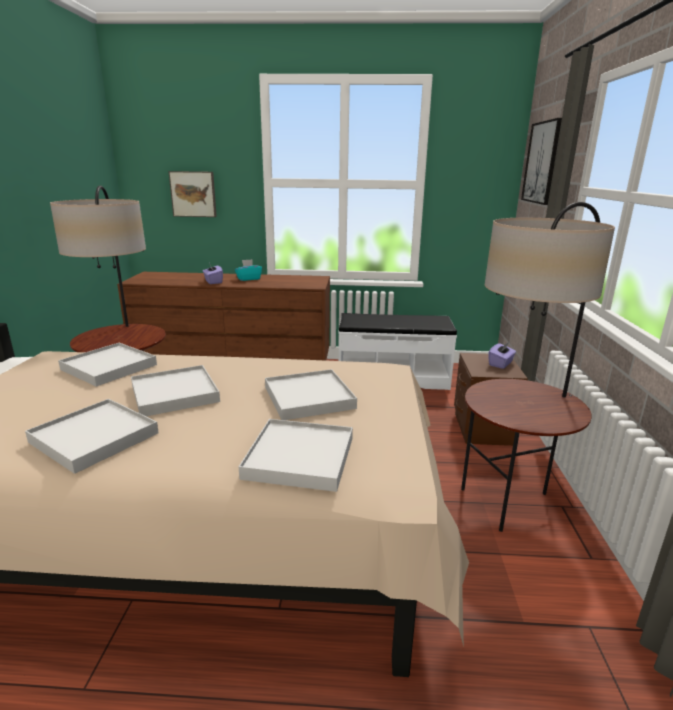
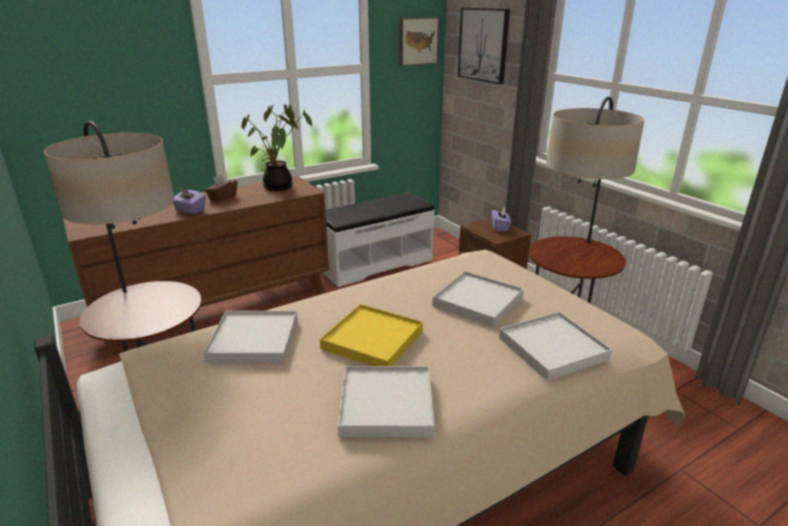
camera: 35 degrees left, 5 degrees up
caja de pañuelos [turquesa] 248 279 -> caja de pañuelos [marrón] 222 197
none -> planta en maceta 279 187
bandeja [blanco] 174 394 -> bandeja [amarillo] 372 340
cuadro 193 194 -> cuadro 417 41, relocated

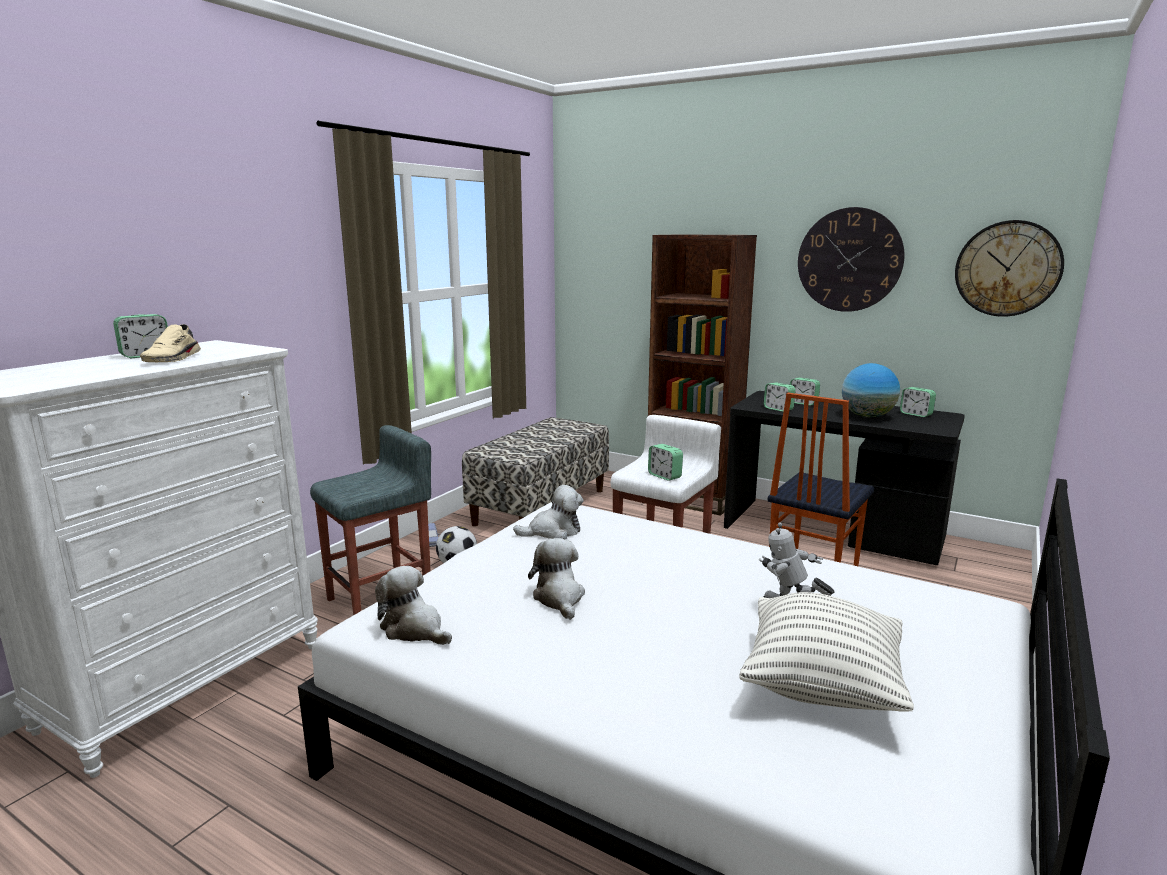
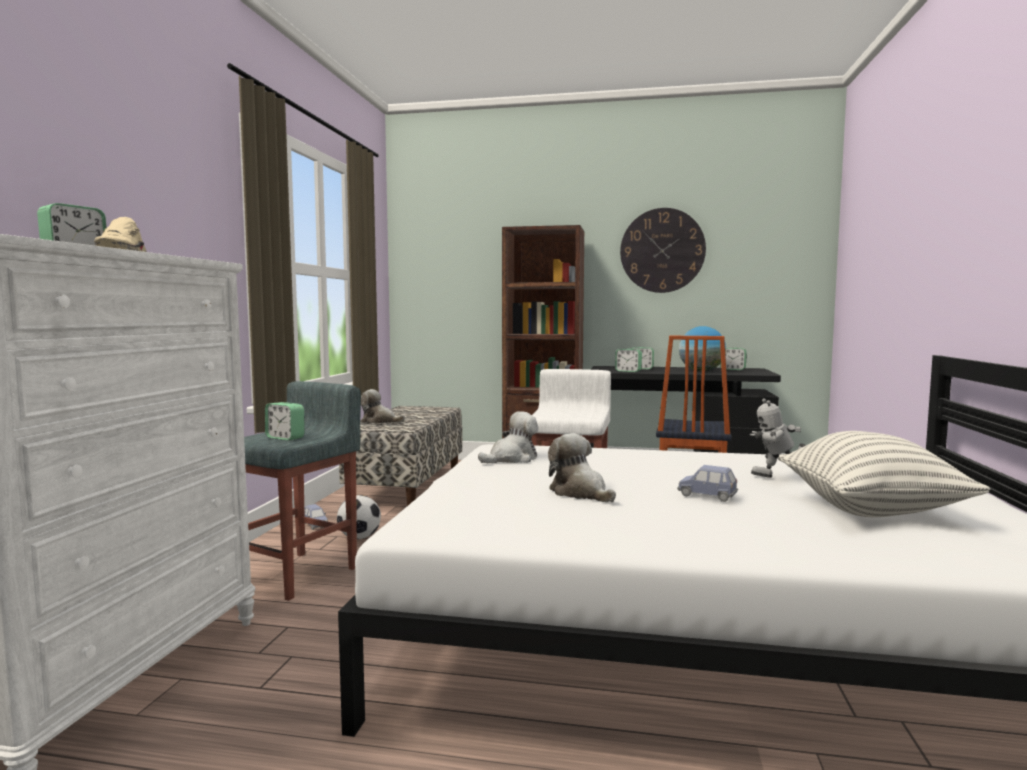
camera: 20 degrees left, 10 degrees down
despertador 664 476 -> despertador 285 438, relocated
peluche 414 629 -> peluche 379 421, relocated
none -> coche de juguete [azul] 707 496
reloj de pared 1007 268 -> none

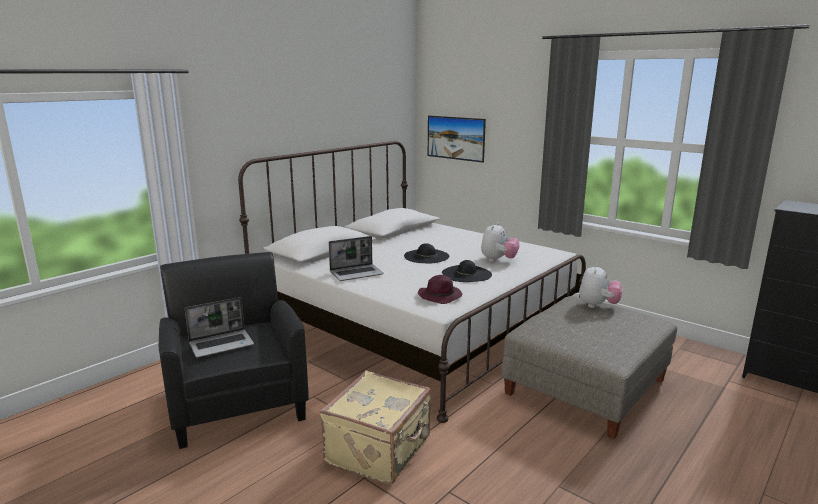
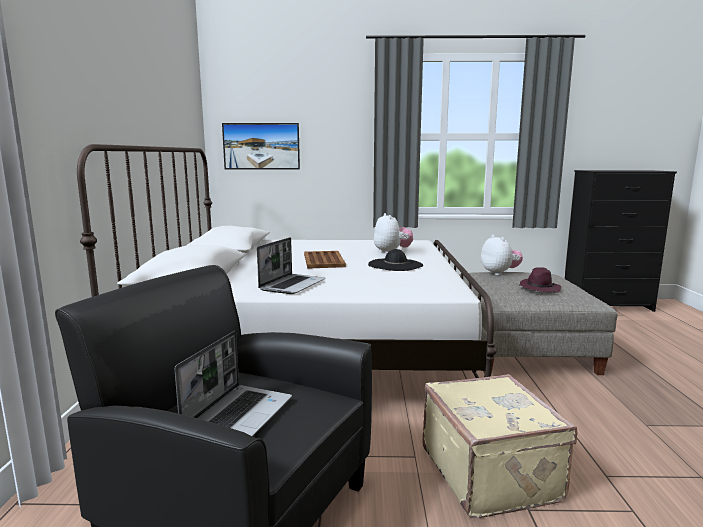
camera: 40 degrees left, 5 degrees down
sombrero [negro] 426 256 -> bandeja [marrón] 323 260
sombrero [morado] 440 296 -> sombrero [morado] 539 288, relocated

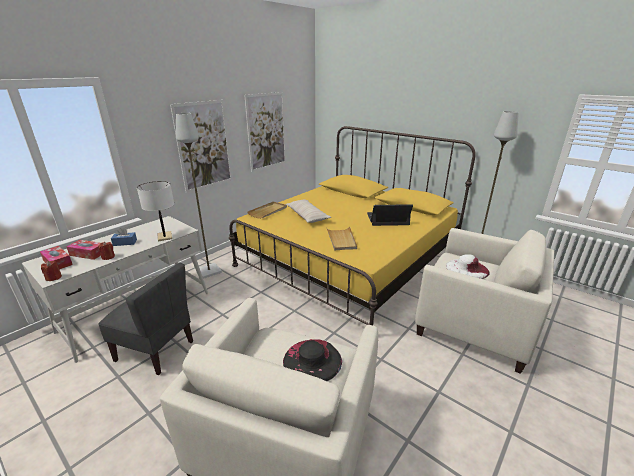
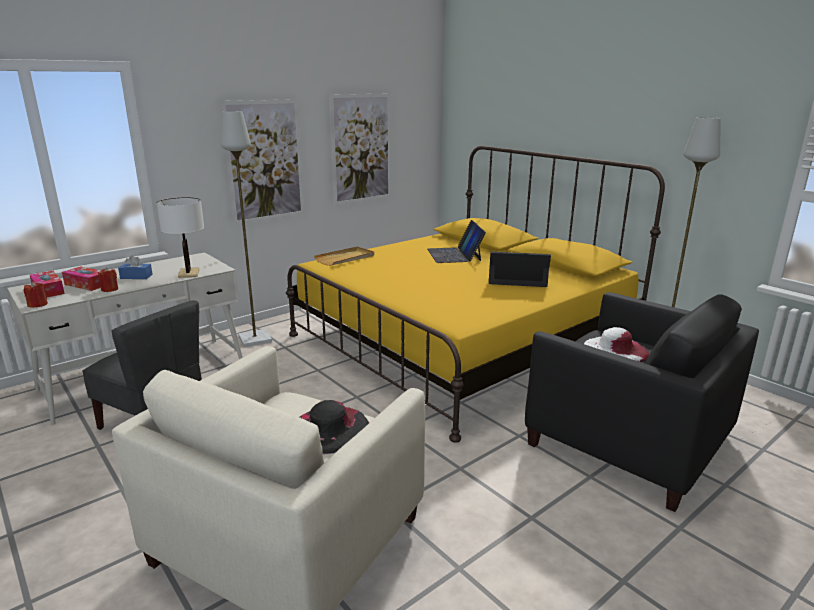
camera: 10 degrees right, 5 degrees down
none -> portátil 454 255
sillón [beis] 474 323 -> sillón [negro] 627 440
cojín [beis] 307 216 -> none
bandeja [beis] 341 240 -> none

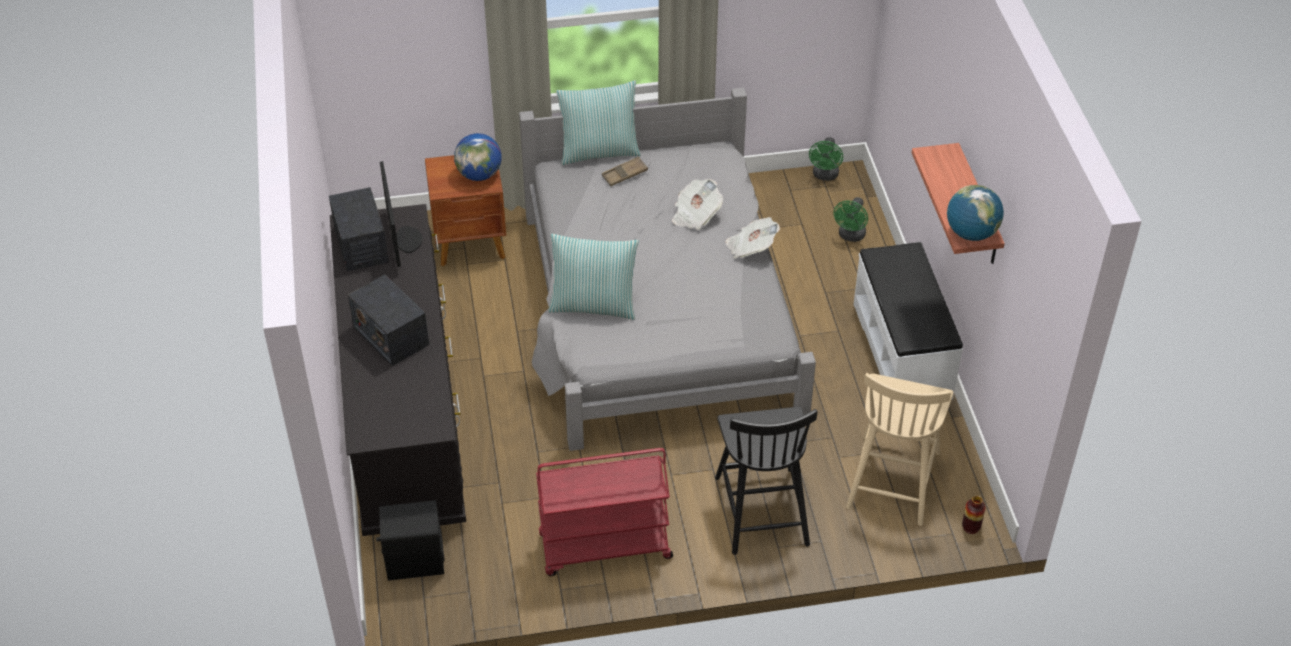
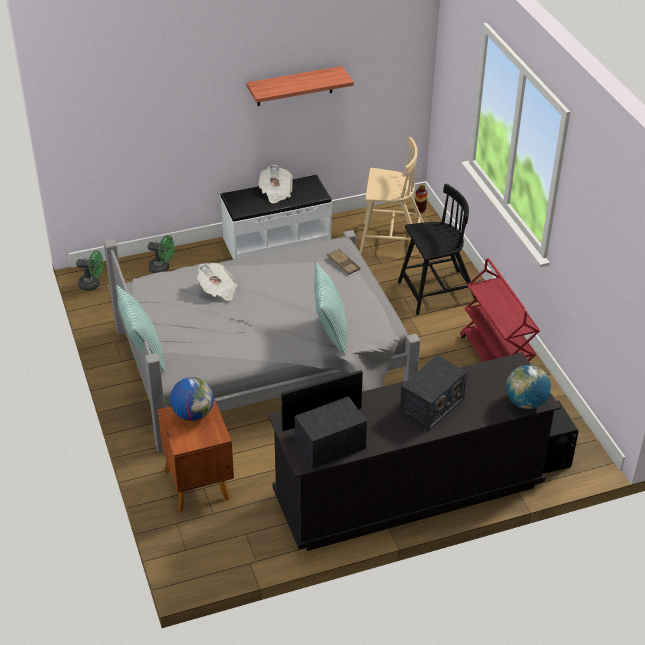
camera: 100 degrees left, 5 degrees down
periódico 751 247 -> periódico 275 192, relocated
bandeja [marrón] 624 174 -> bandeja [marrón] 343 264, relocated
globo terráqueo 971 233 -> globo terráqueo 525 403, relocated

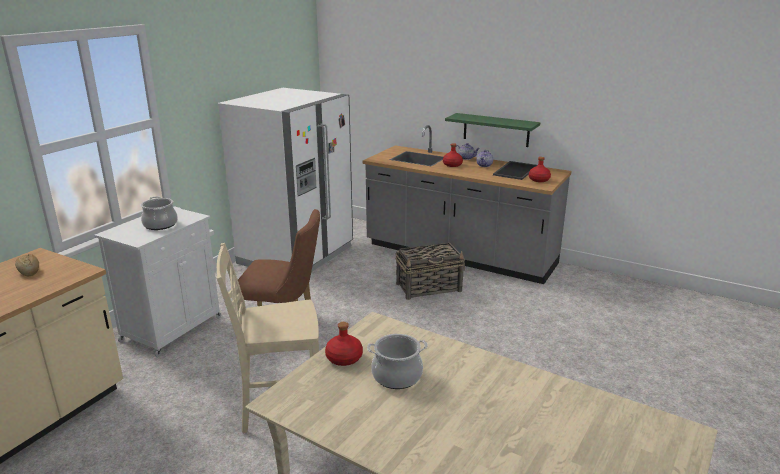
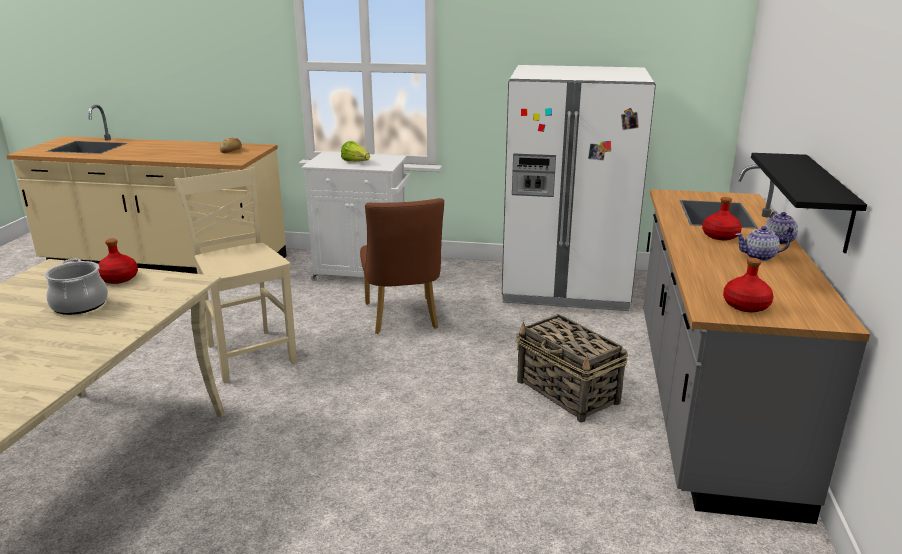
camera: 70 degrees right, 0 degrees up
olla 160 225 -> lechuga 355 162
estante [verde] 496 130 -> estante [negro] 828 202
bandeja 515 170 -> none

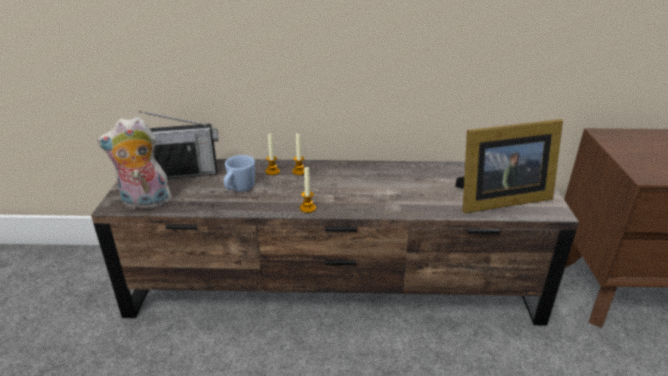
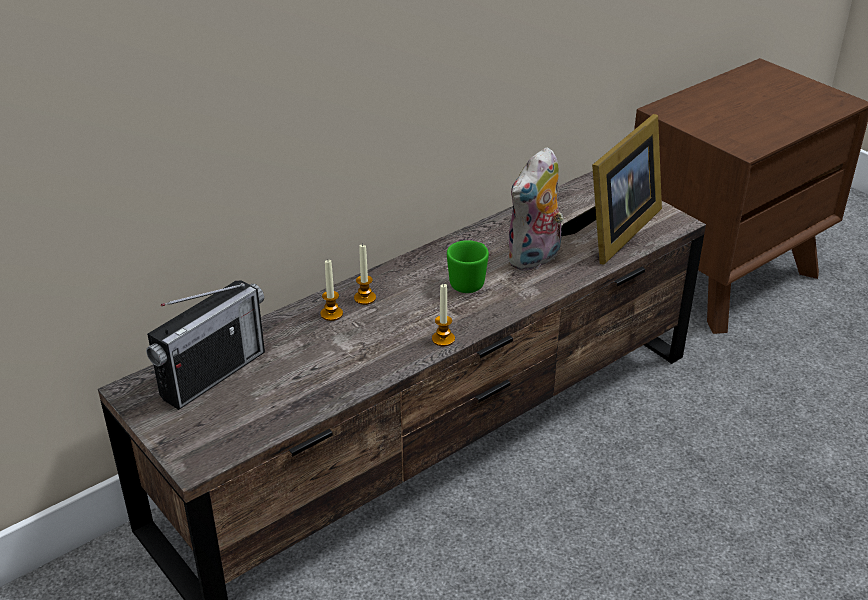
camera: 40 degrees left, 5 degrees up
none -> taza grande [verde] 470 282
peluche 145 203 -> peluche 535 259, relocated
taza grande [azul] 239 189 -> none

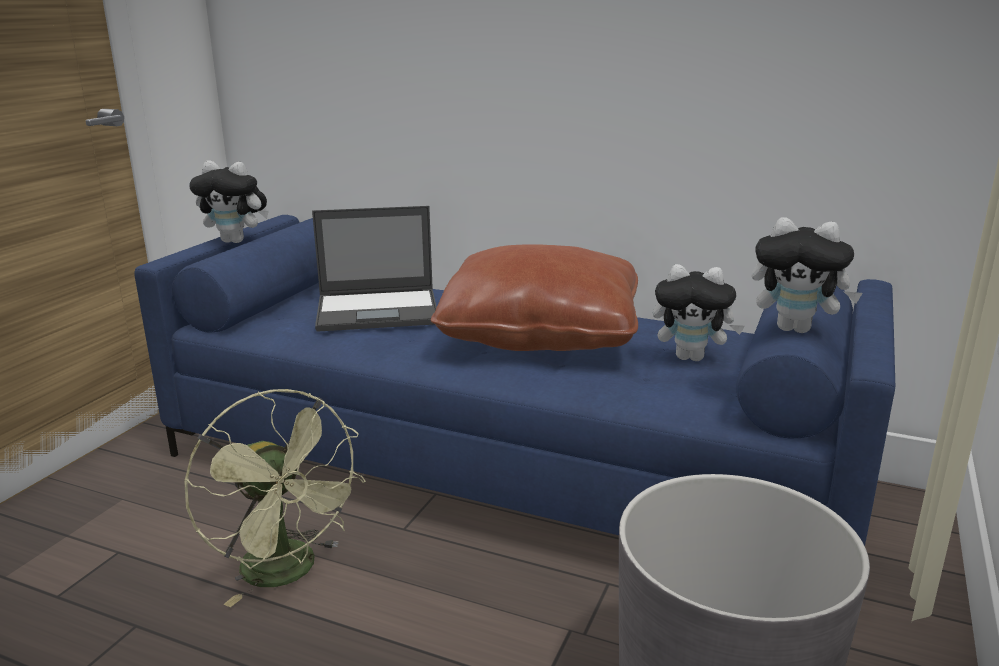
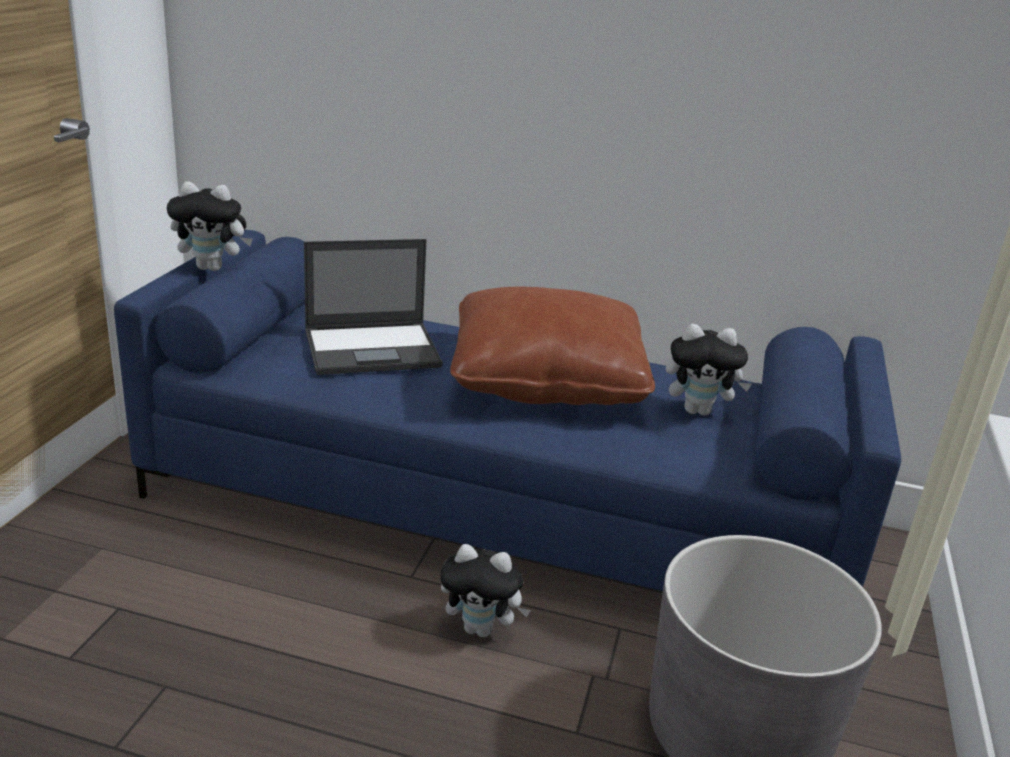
camera: 10 degrees left, 5 degrees up
peluche 796 329 -> peluche 481 629, relocated
ventilador [verde] 289 572 -> none

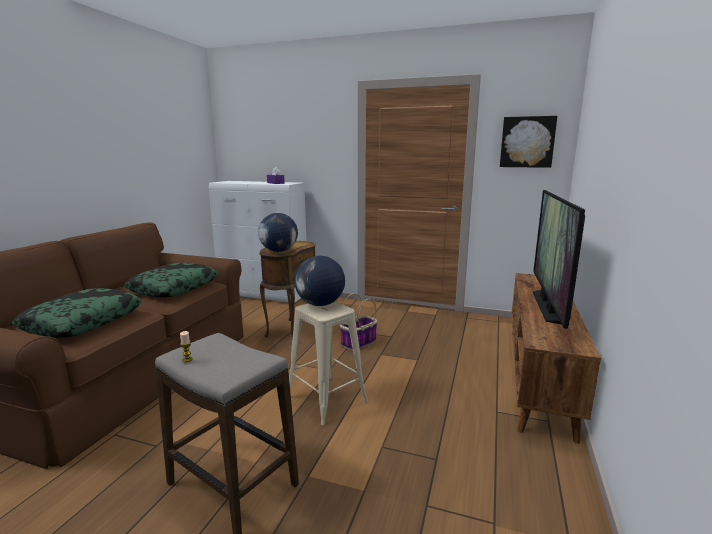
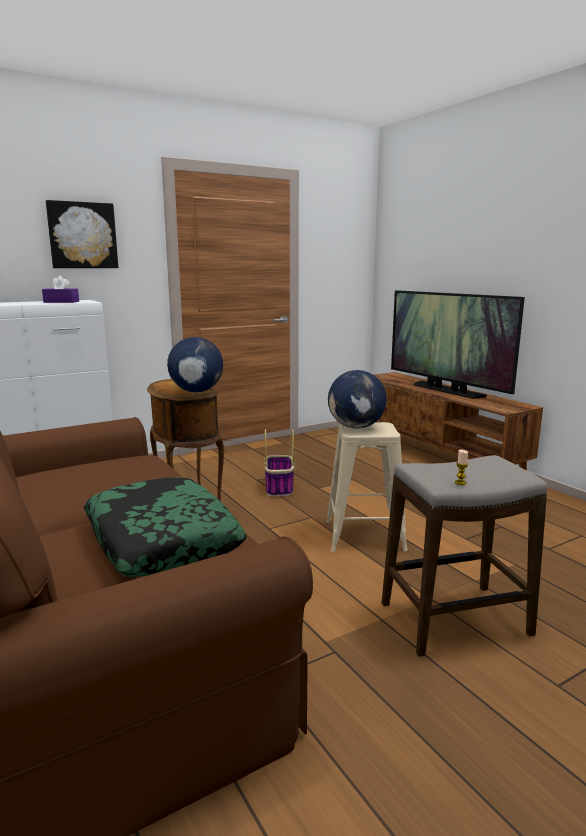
camera: 50 degrees left, 0 degrees up
cuadro 527 142 -> cuadro 82 235, relocated
cojín 174 288 -> none

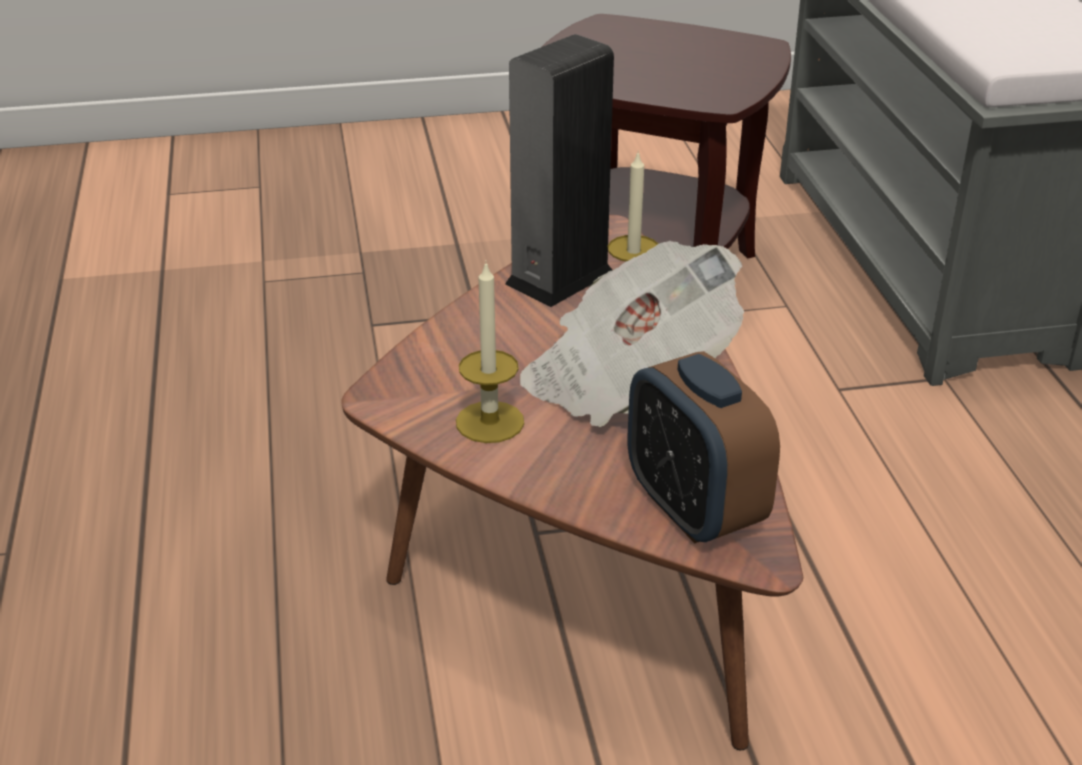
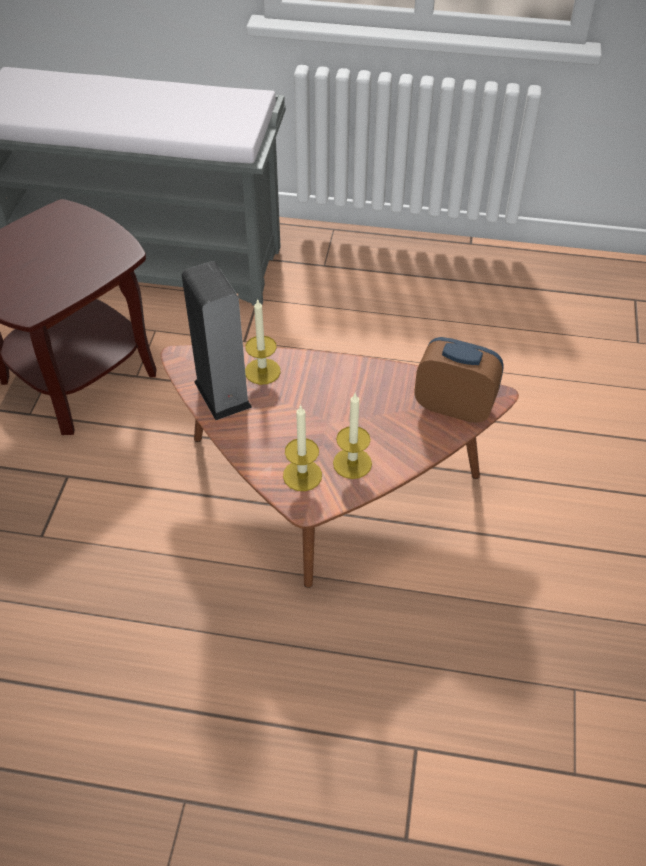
camera: 70 degrees left, 15 degrees up
none -> vela 302 475
despertador 694 509 -> despertador 454 406, 150 degrees counterclockwise
periódico 628 379 -> none

